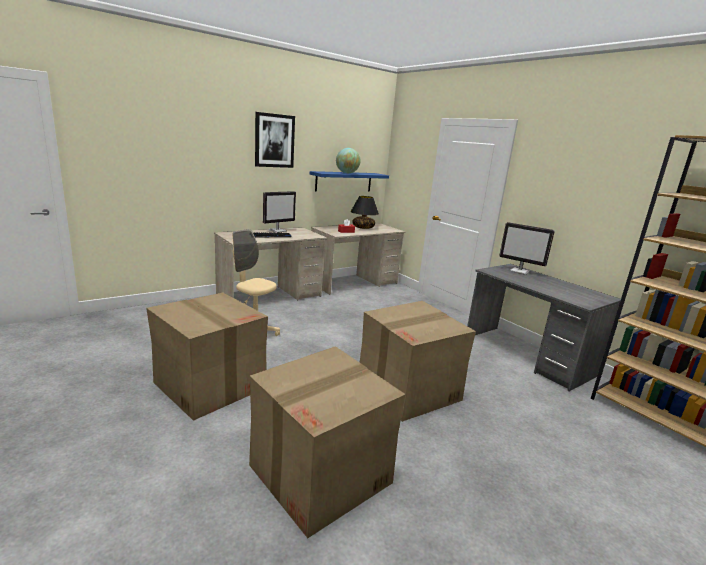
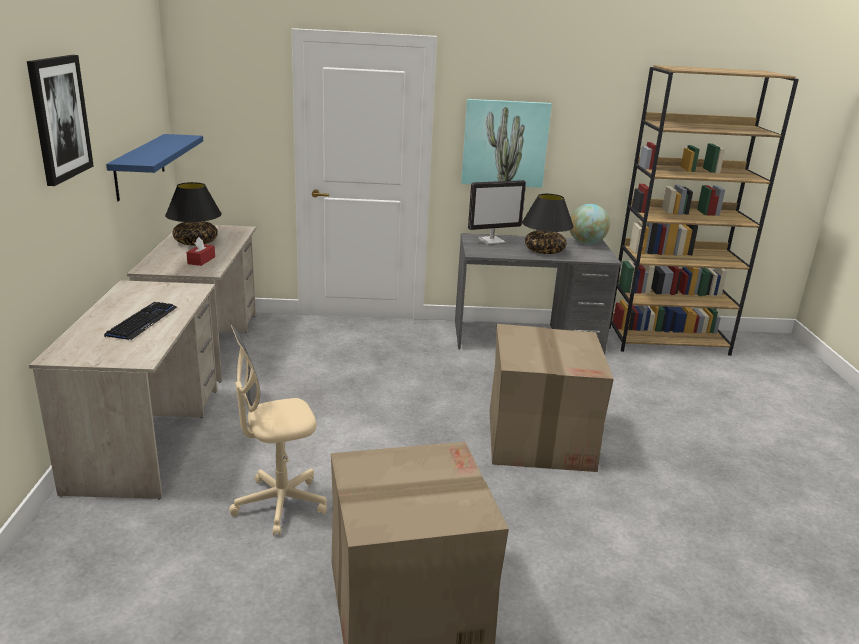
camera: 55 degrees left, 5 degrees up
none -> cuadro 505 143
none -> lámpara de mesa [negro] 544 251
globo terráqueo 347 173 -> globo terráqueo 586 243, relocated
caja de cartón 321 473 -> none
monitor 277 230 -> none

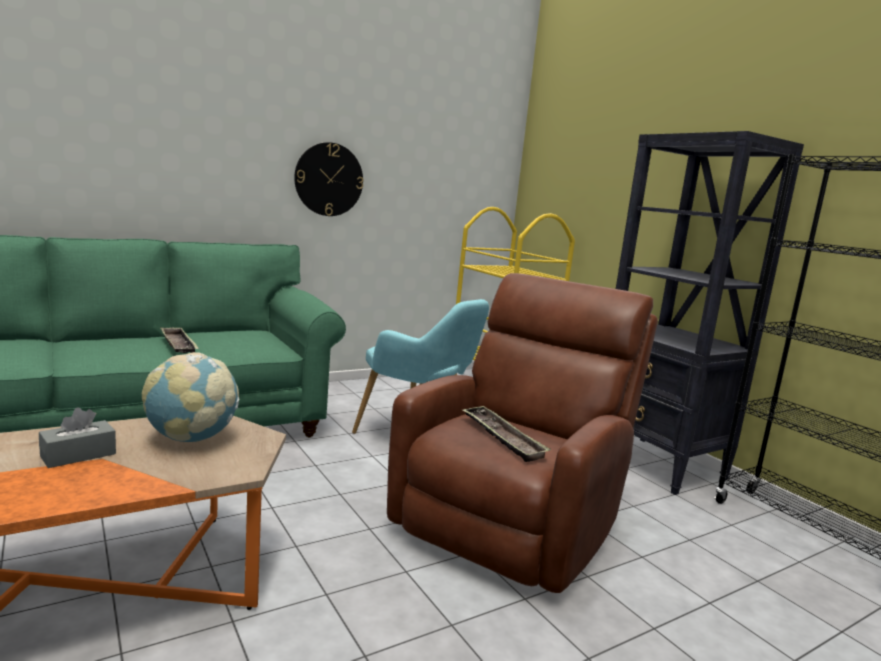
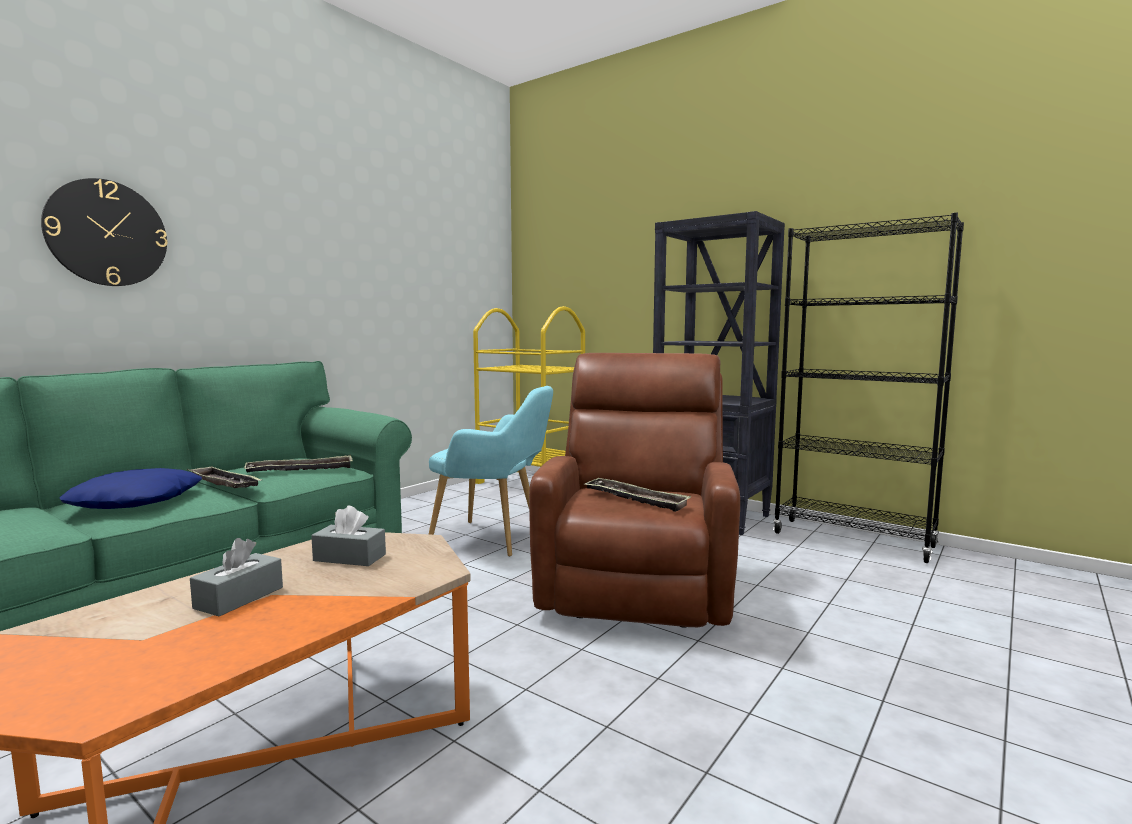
camera: 20 degrees left, 5 degrees down
reloj de pared 329 179 -> reloj de pared 107 233, relocated
none -> cojín [azul] 135 501
none -> bandeja 300 470
globo terráqueo 191 438 -> caja de pañuelos [gris] 349 557

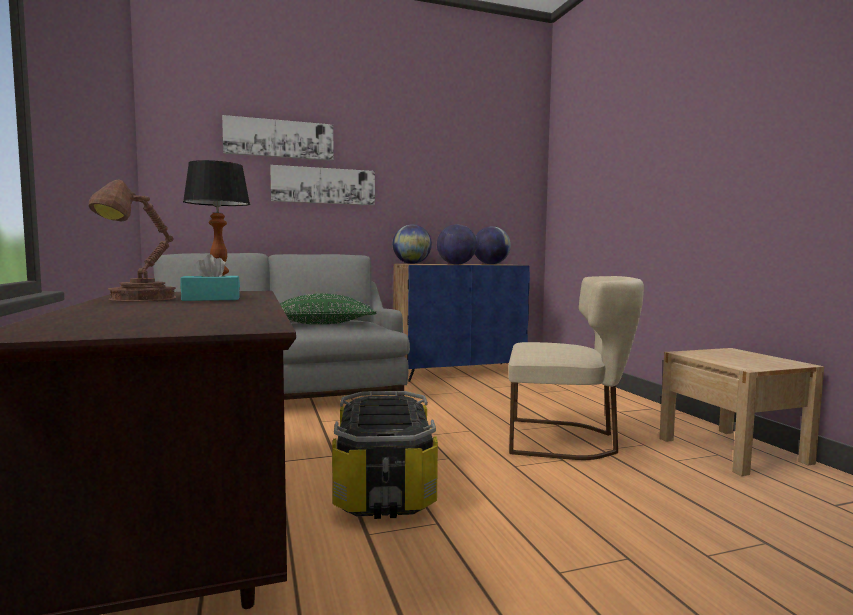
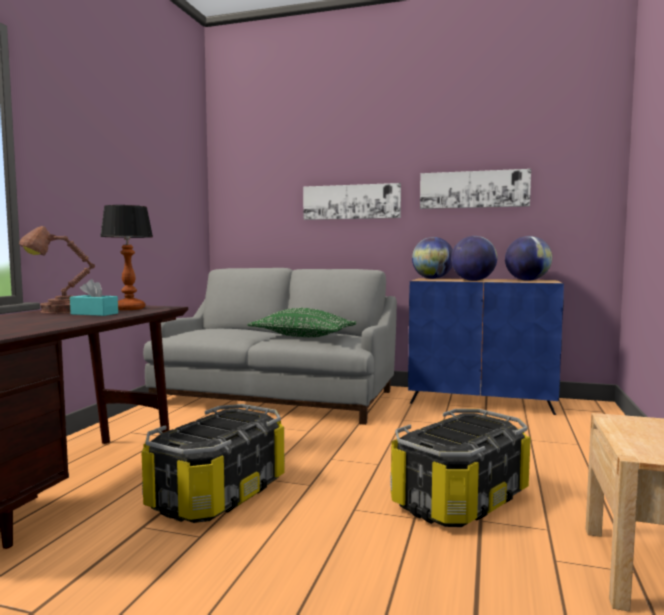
camera: 35 degrees right, 0 degrees up
silla [beis] 567 440 -> caja de almacenaje 461 499
cuadro 279 139 -> cuadro 474 189, relocated

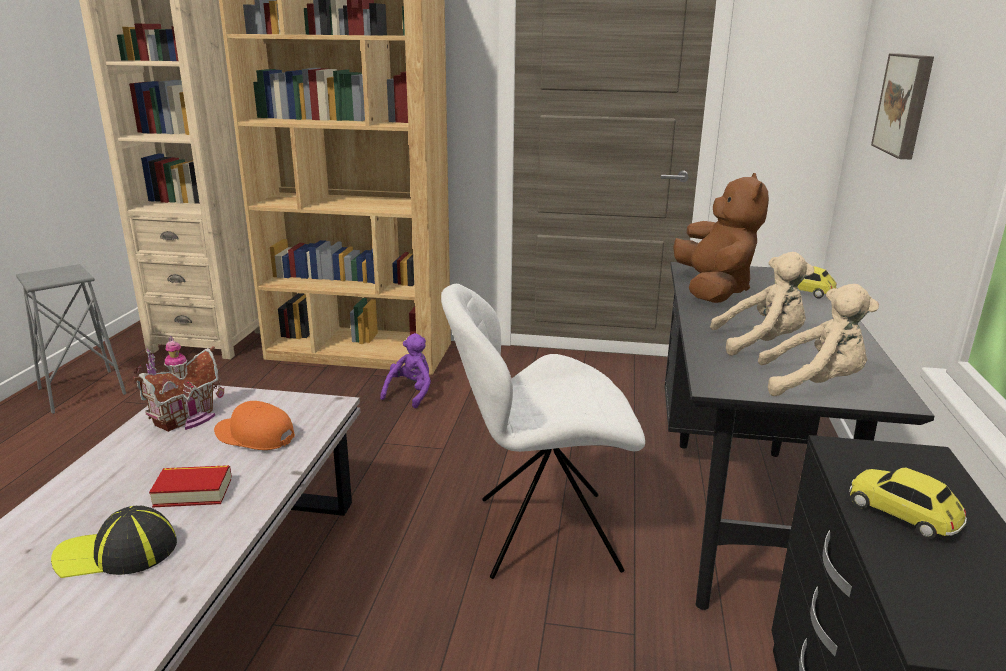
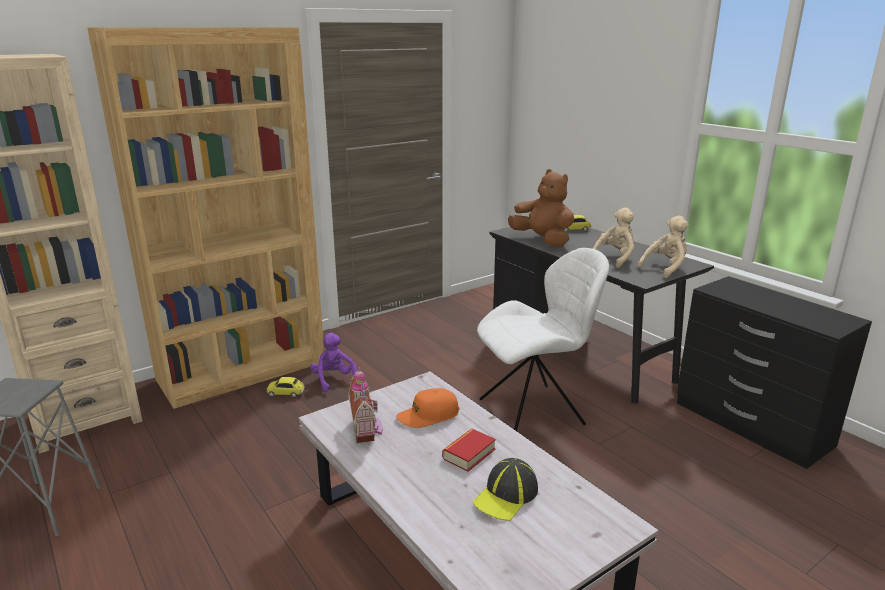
camera: 45 degrees left, 0 degrees up
coche de juguete 903 515 -> coche de juguete 286 393, relocated
silla [blanco] 541 534 -> silla [blanco] 535 411, 150 degrees counterclockwise
cuadro 906 104 -> none

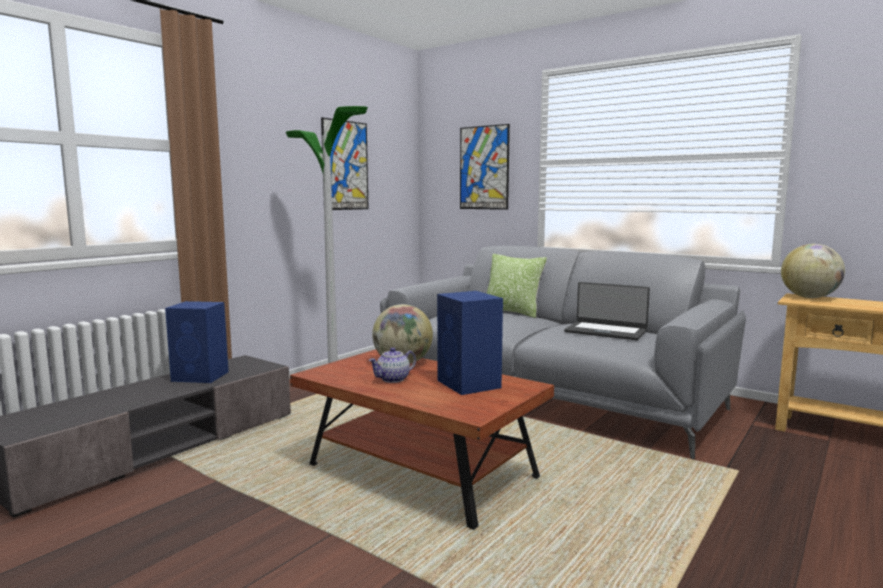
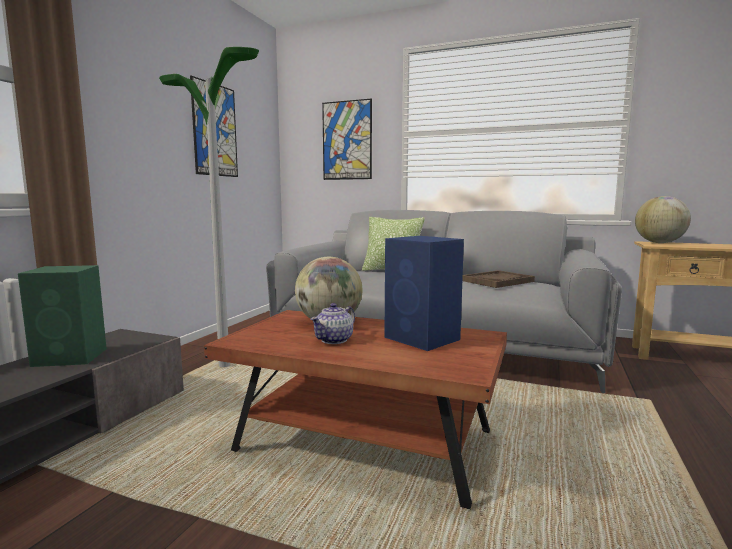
camera: 15 degrees left, 0 degrees up
altavoz [azul] 201 376 -> altavoz [verde] 72 357
portátil 606 331 -> bandeja [marrón] 497 281

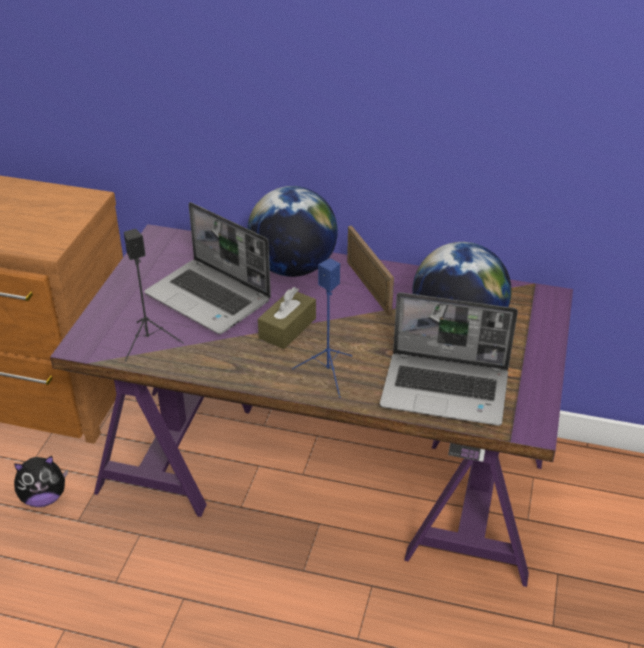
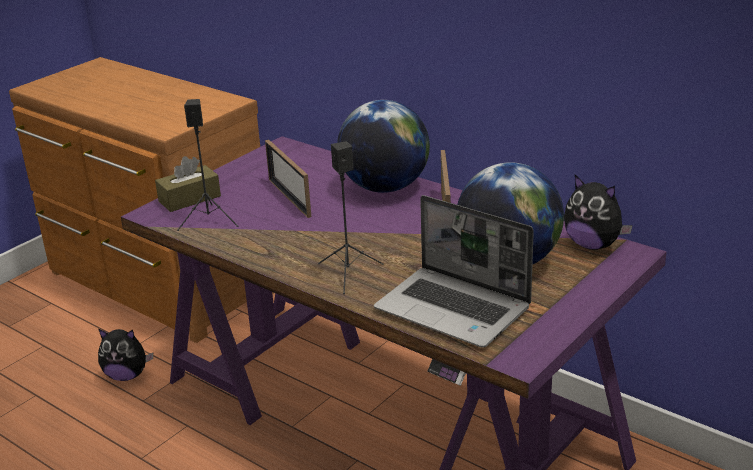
camera: 25 degrees right, 10 degrees down
caja de pañuelos [marrón] 287 328 -> caja de pañuelos [marrón] 189 199, relocated
portátil 210 298 -> portarretratos 289 198
altavoz [azul] 328 374 -> altavoz [negro] 348 274
none -> peluche 593 245

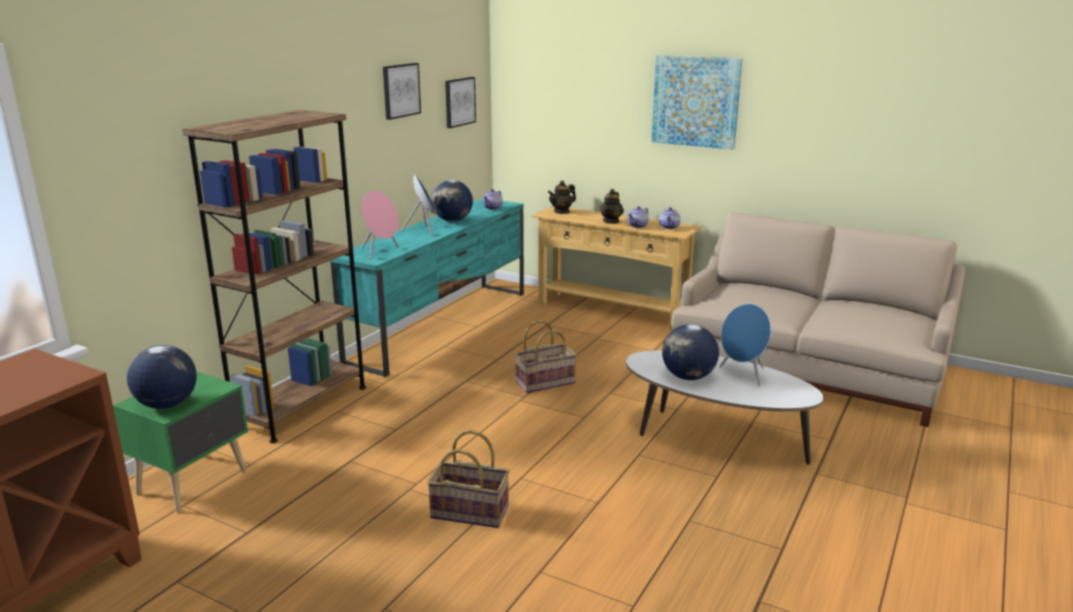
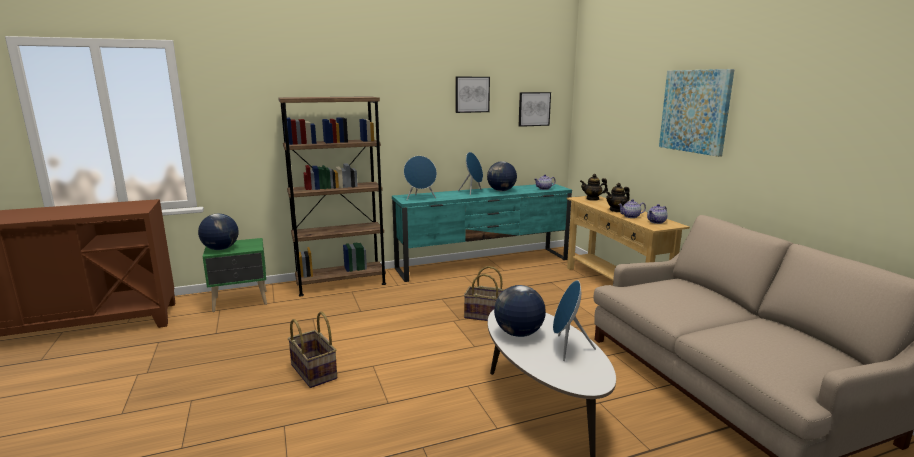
camera: 40 degrees right, 5 degrees down
altavoz [rosa] 381 252 -> altavoz [azul] 420 198

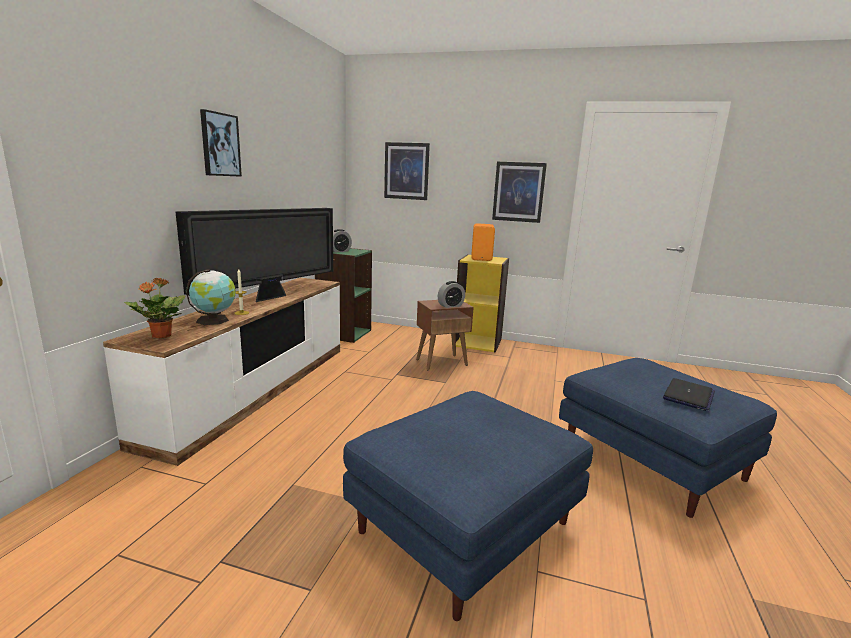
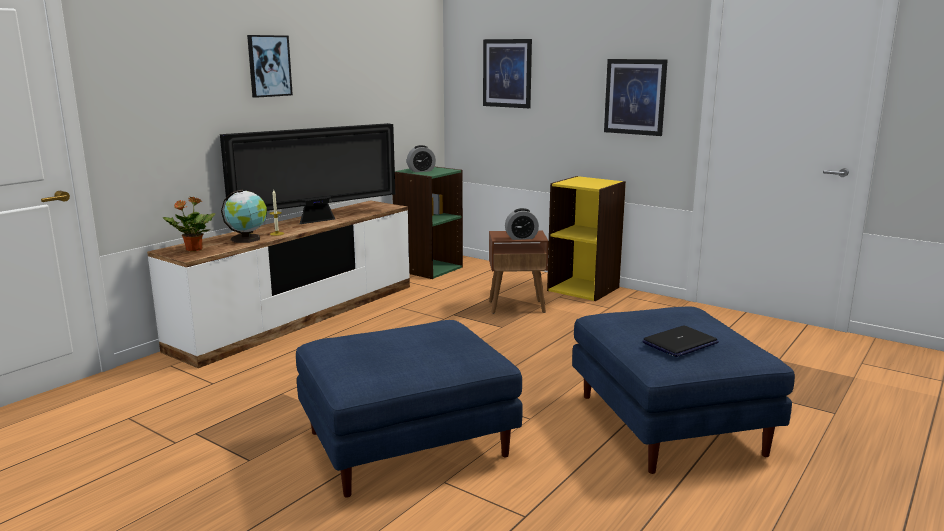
camera: 20 degrees right, 0 degrees up
altavoz [naranja] 482 258 -> none

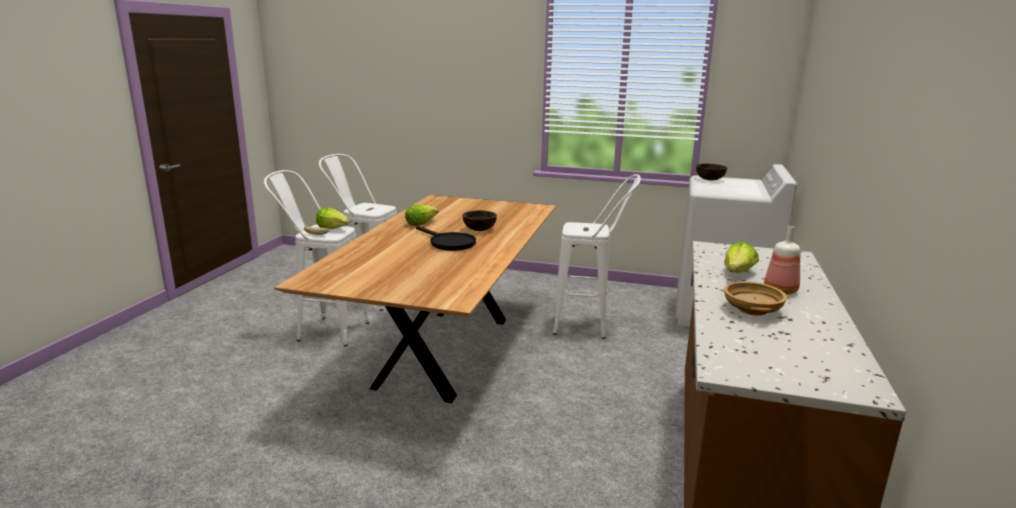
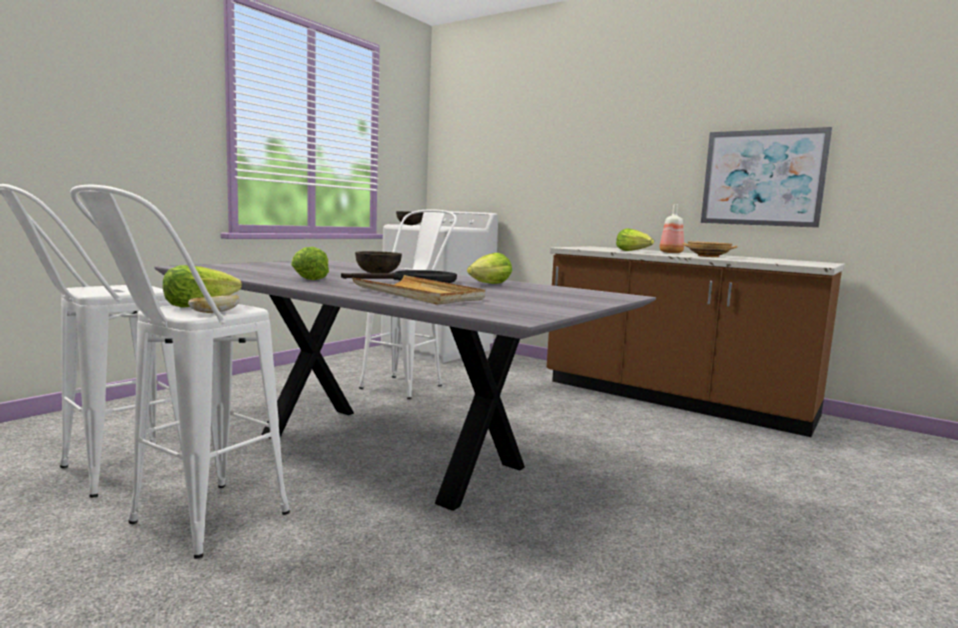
camera: 70 degrees left, 10 degrees down
mesa de comedor [marrón] 446 350 -> mesa de comedor [gris] 386 450
none -> bandeja [beis] 418 294
none -> lechuga 489 284
none -> cuadro 762 178

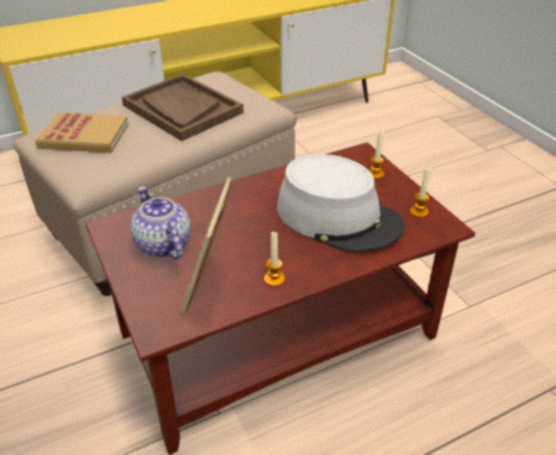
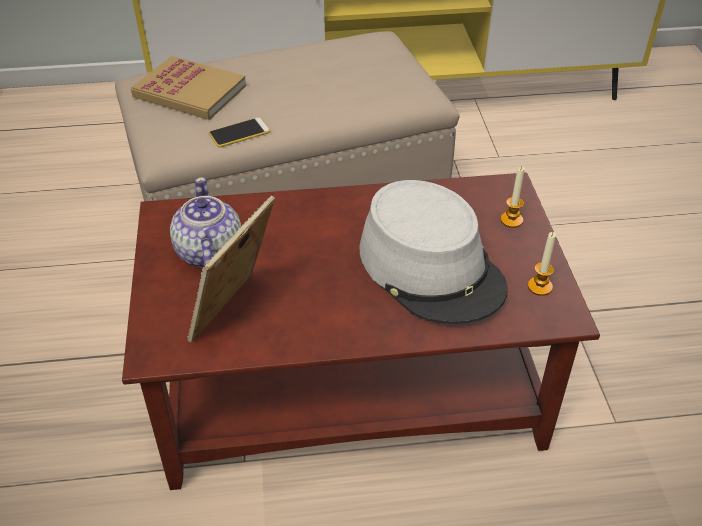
camera: 20 degrees right, 5 degrees up
none -> móvil 239 133
bandeja [marrón] 182 109 -> none
vela 274 279 -> none

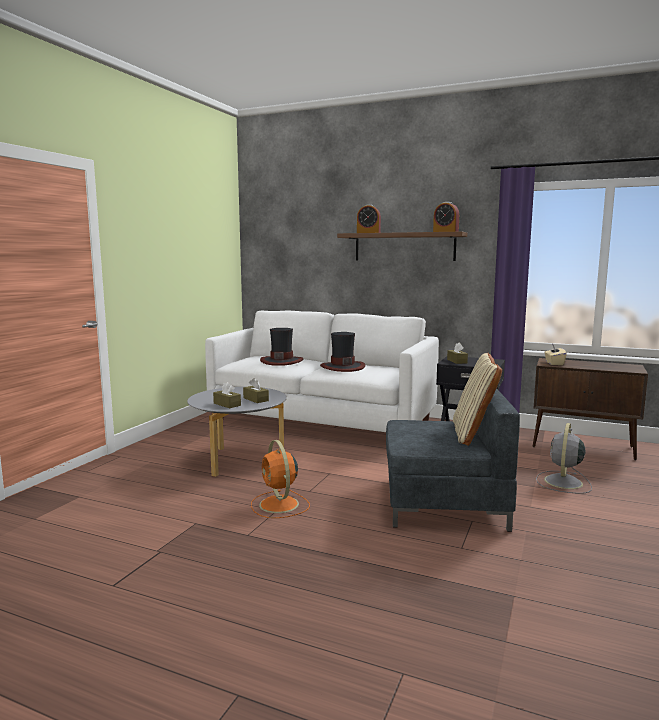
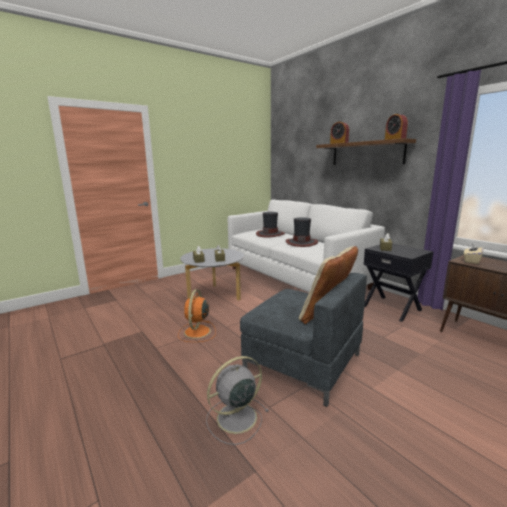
camera: 30 degrees right, 5 degrees up
ventilador [gris] 563 482 -> ventilador [gris] 235 418, relocated

